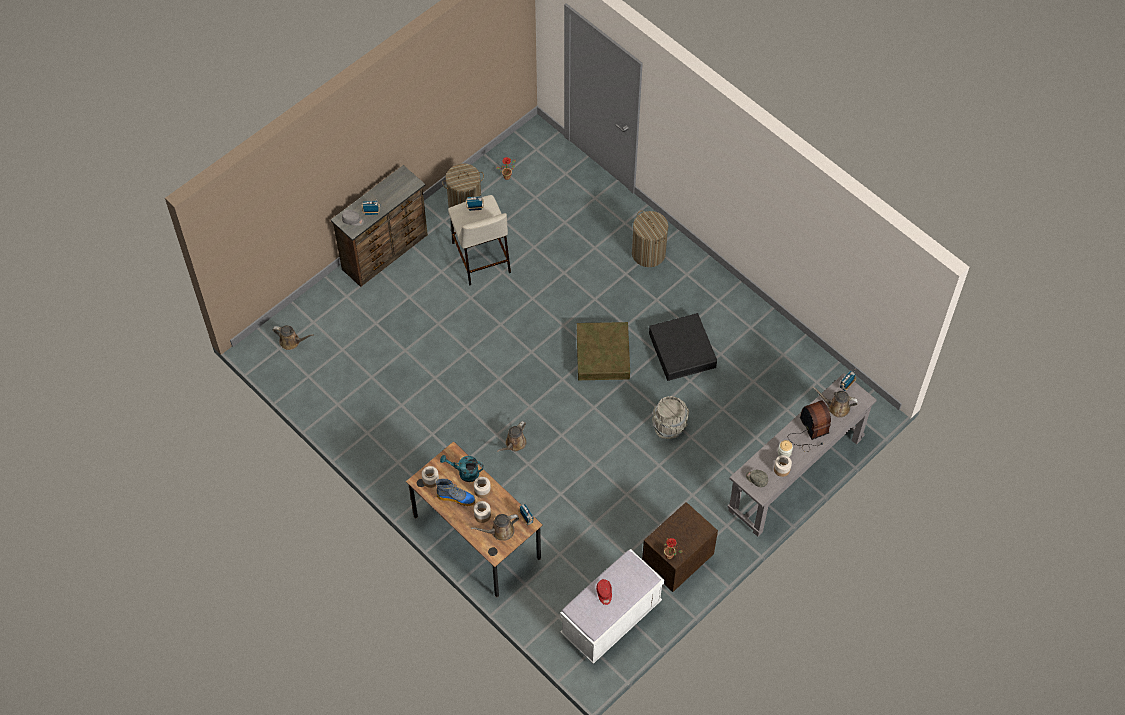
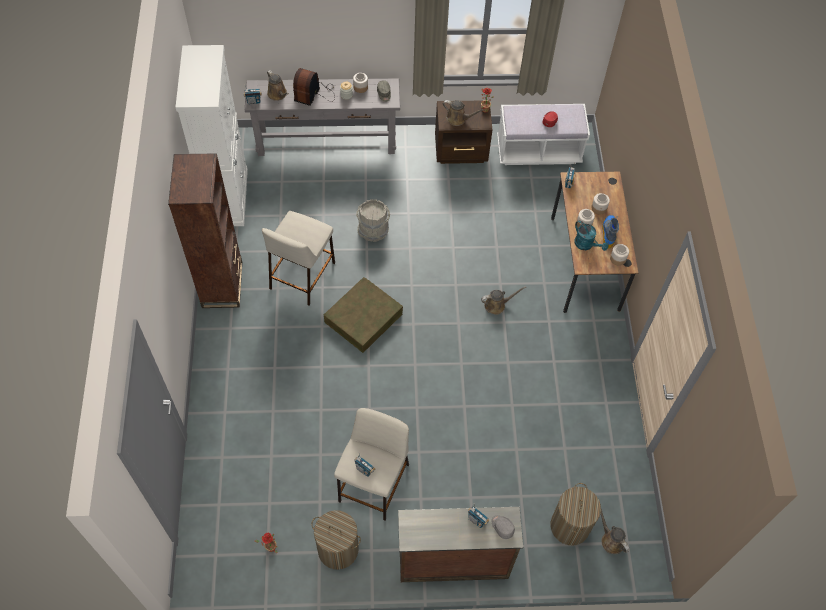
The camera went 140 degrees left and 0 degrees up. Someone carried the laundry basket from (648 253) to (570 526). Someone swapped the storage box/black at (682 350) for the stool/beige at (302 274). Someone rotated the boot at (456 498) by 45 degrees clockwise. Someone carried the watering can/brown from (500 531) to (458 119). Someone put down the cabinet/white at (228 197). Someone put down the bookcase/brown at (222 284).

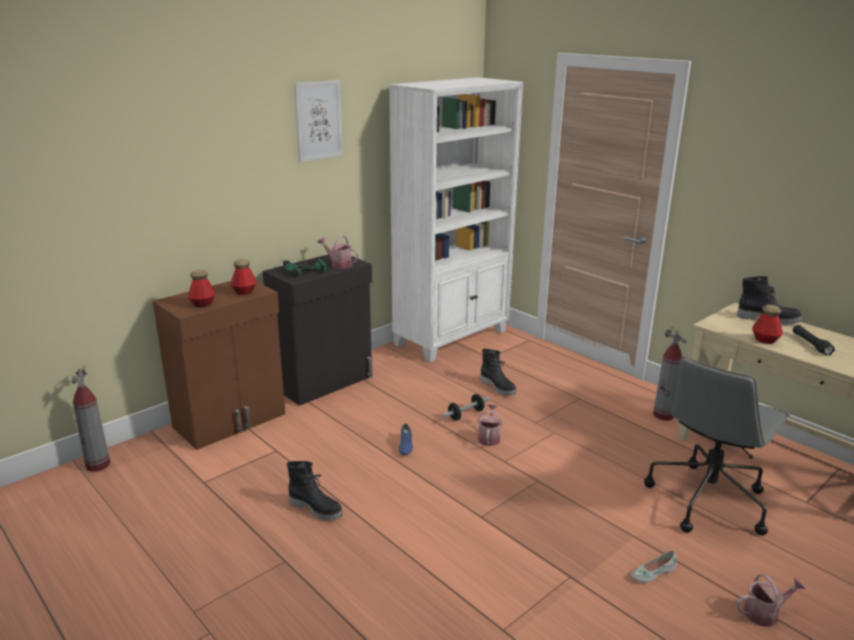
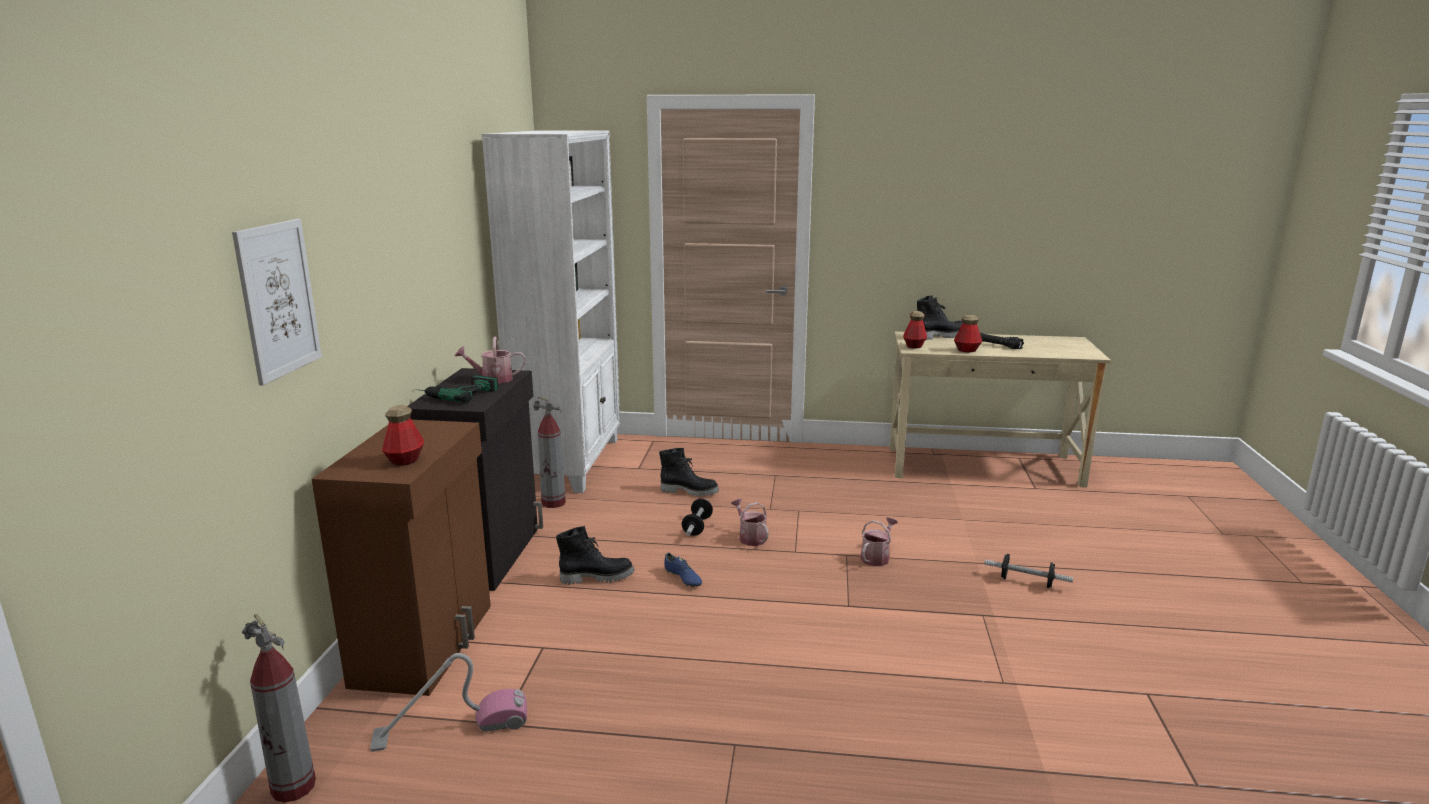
The camera went 40 degrees left and 5 degrees down. Someone carried the picture from (318 120) to (278 299). Someone carried the bottle from (244 292) to (914 346). Someone carried the fire extinguisher from (663 415) to (553 503). Someone took away the office chair/grey at (707 499). Someone carried the boot/black from (316 508) to (597 577). Someone swapped the shoe/white at (652 572) for the dumbbell at (1026 582). Someone carried the watering can from (765 613) to (877 557). Someone put down the vacuum cleaner at (451 728).

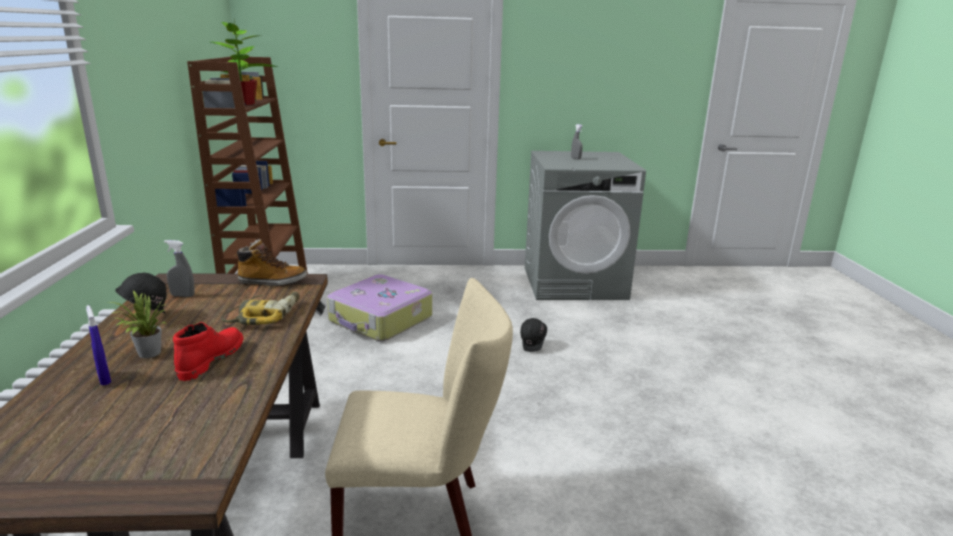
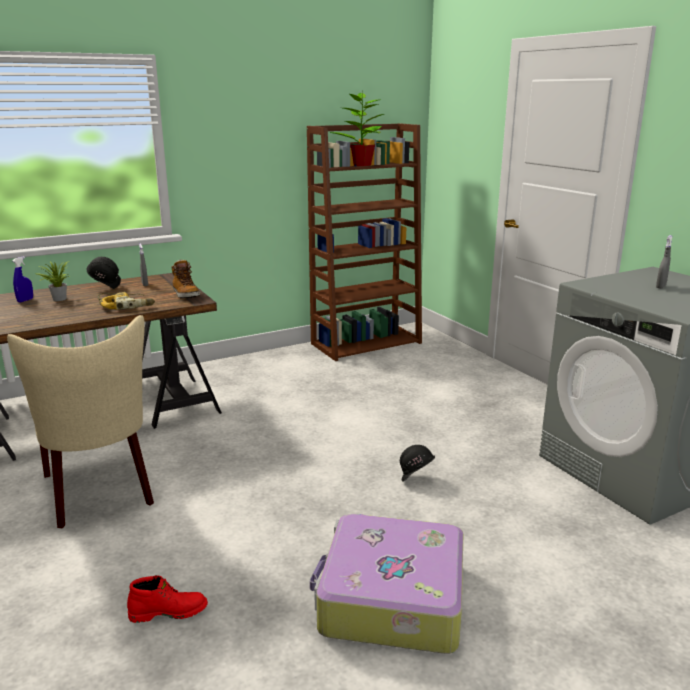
The camera went 65 degrees right and 0 degrees up. Someone carried the suitcase from (380 320) to (390 599). Someone carried the boot/red from (210 359) to (169 611).

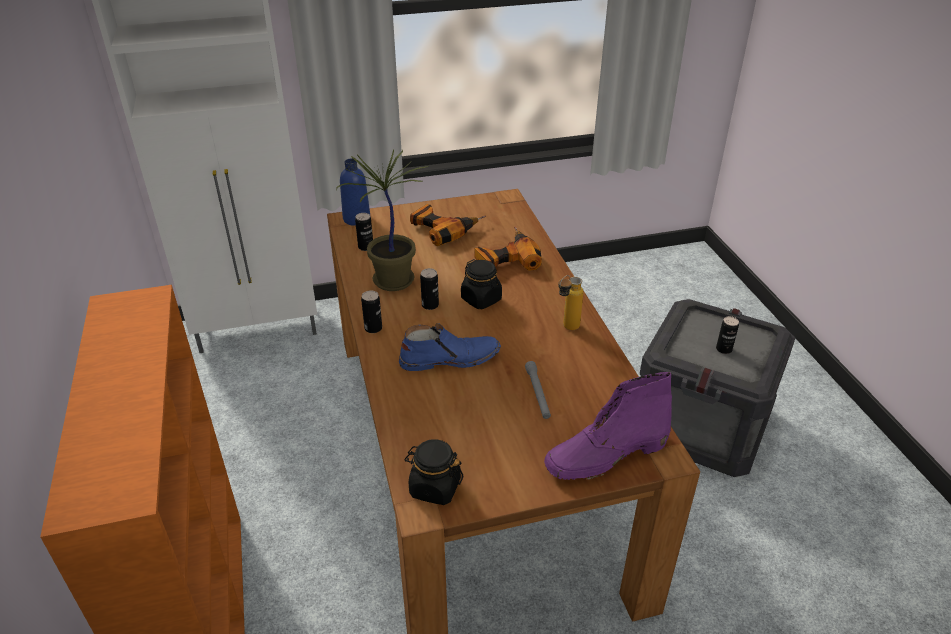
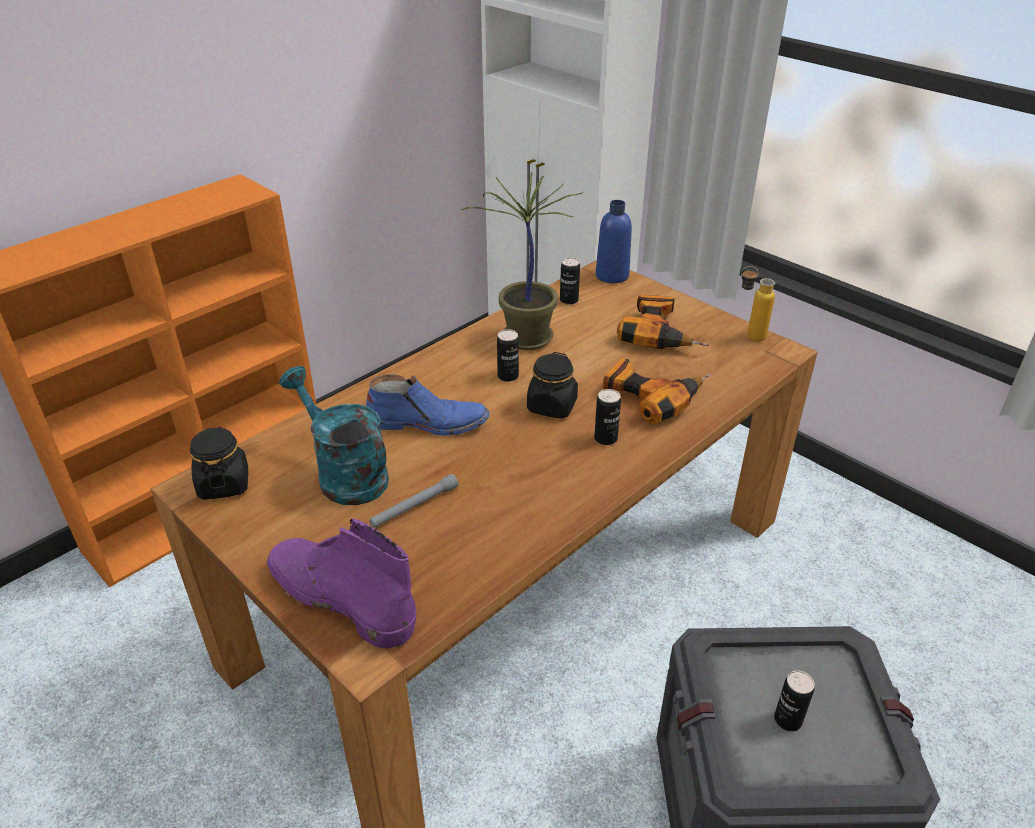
The camera went 60 degrees right and 0 degrees up. Someone carried the bottle from (566 329) to (748 336). Someone carried the can from (373 328) to (605 438). Someone rotated the boot/blue at (449 358) by 45 degrees counterclockwise. Someone put down the watering can/turquoise at (345 474).

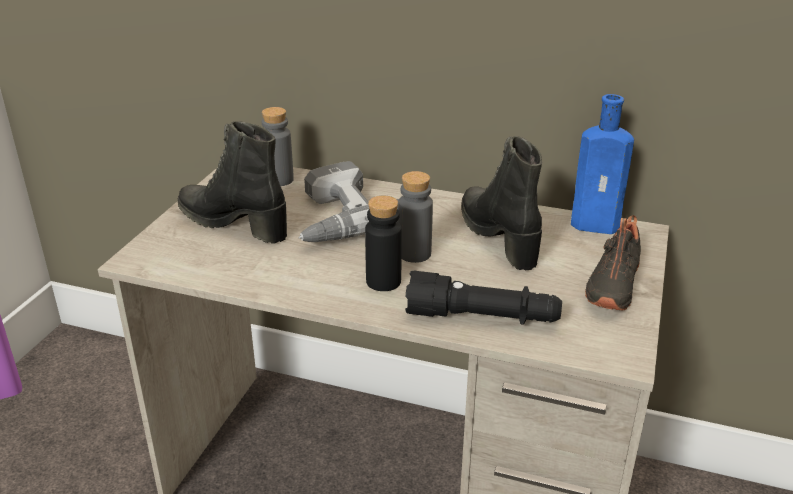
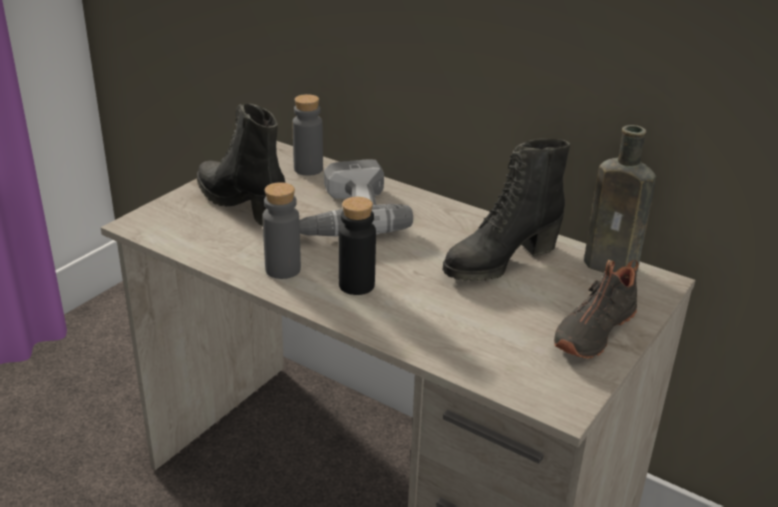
The camera went 15 degrees right and 0 degrees up. Someone repainted the bottle/blue at (598 225), which became the bottle/brown at (614 267). Someone rotated the boot/black at (499 237) by 120 degrees counterclockwise. Someone carried the bottle/grey from (414 254) to (283 269). Someone took away the flashlight/black at (482 318).

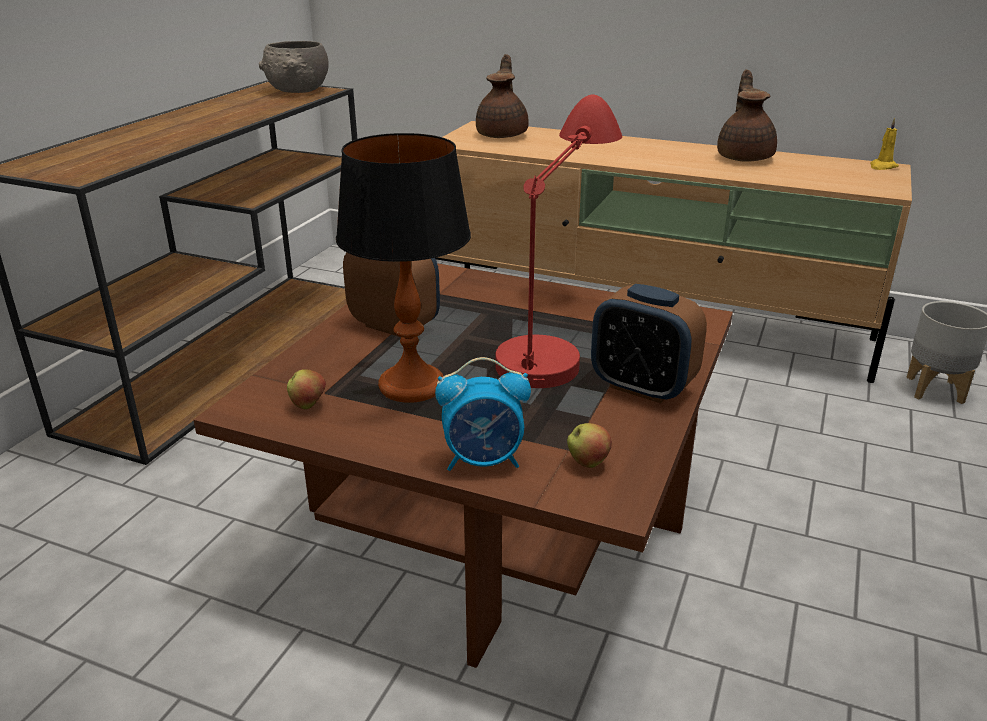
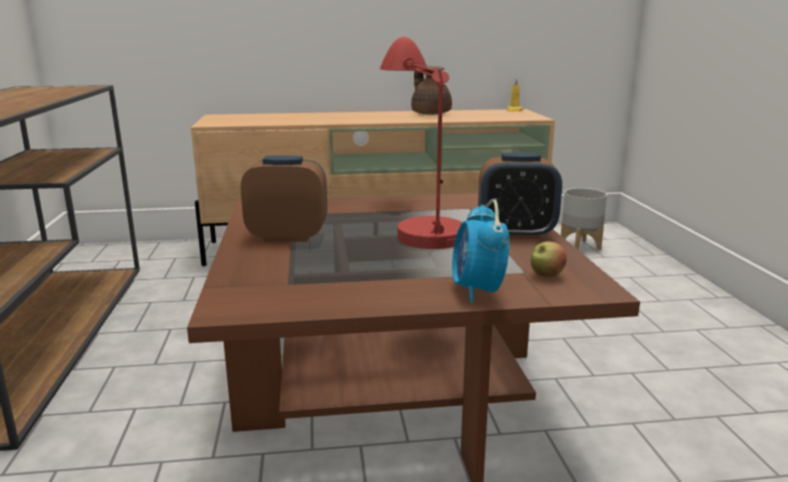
The camera went 30 degrees left and 10 degrees down. Someone took away the bowl/grey at (298 90). Someone took away the teapot/brown at (503 134). Someone took away the table lamp at (412 385). Someone rotated the alarm clock at (484 461) by 120 degrees clockwise. Someone took away the apple at (308 406).

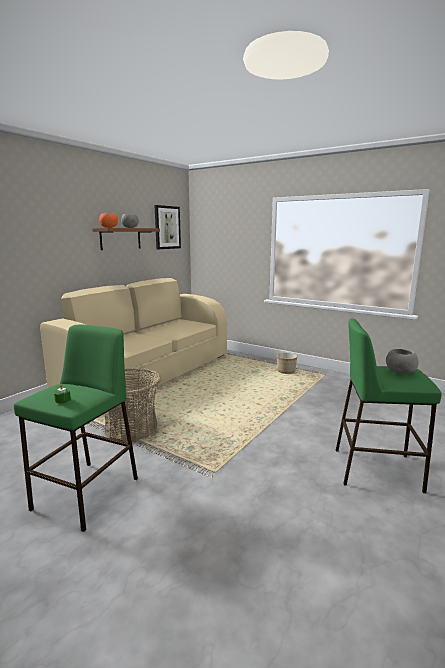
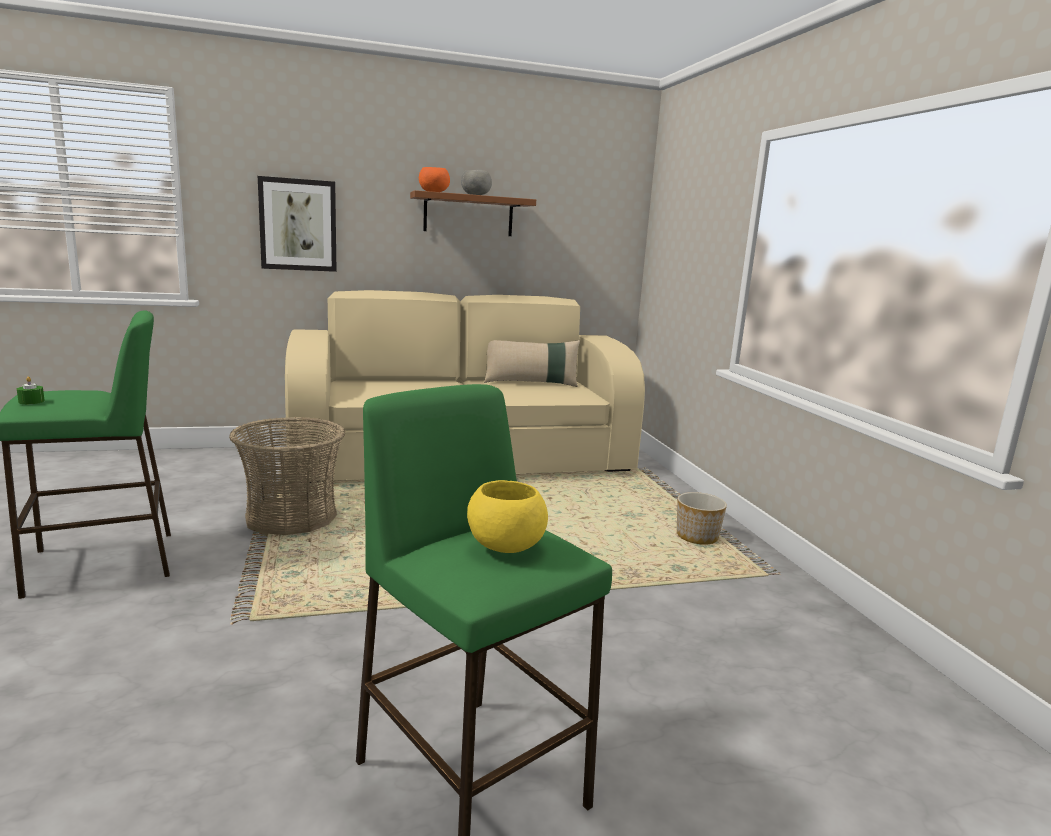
The camera went 40 degrees right and 0 degrees up. Someone carried the picture from (167 227) to (298 225). Someone repainted the bowl/grey at (400 372), which became the bowl/yellow at (504 547). Someone put down the pillow/beige at (531 383).

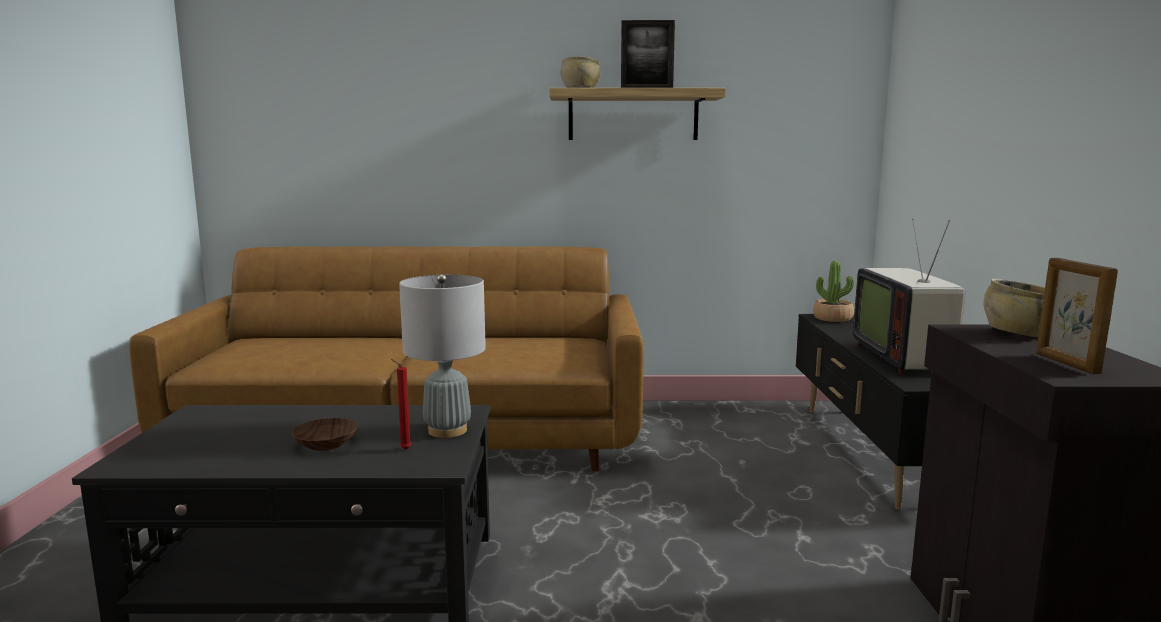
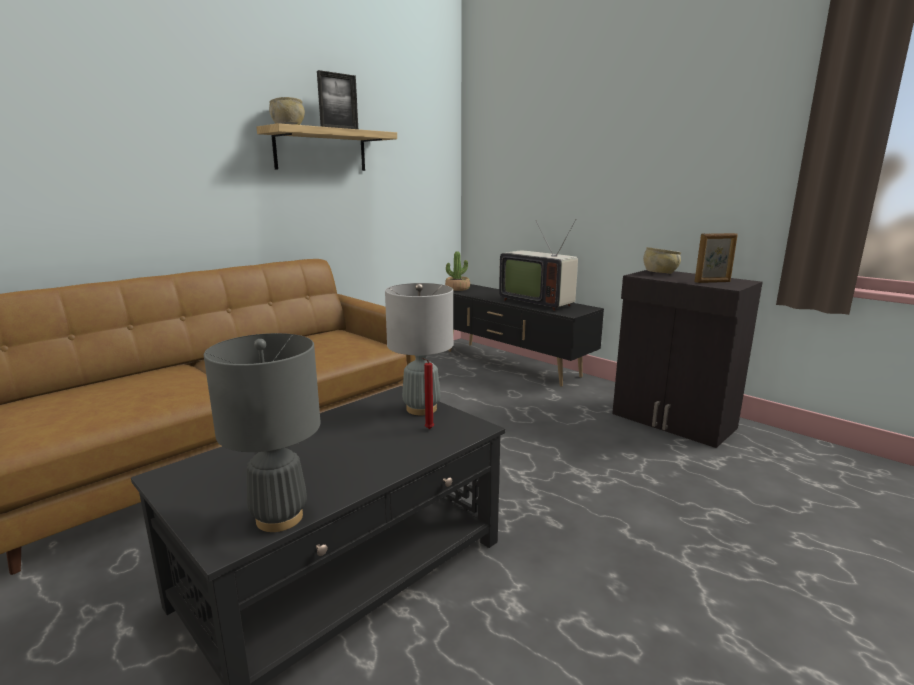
The camera went 45 degrees left and 5 degrees up. Someone rotated the picture frame at (1066 363) by 45 degrees counterclockwise. Someone took away the bowl/brown at (326 443). Someone put down the table lamp/grey at (279 518).

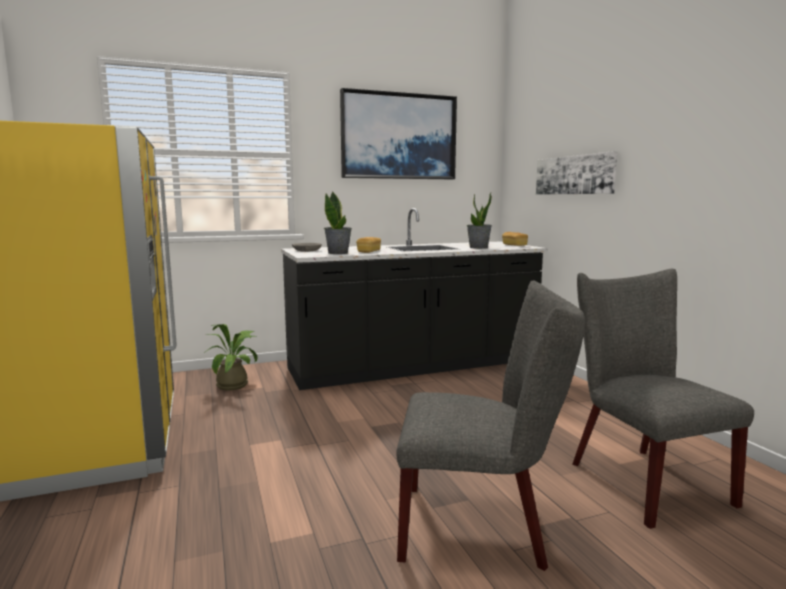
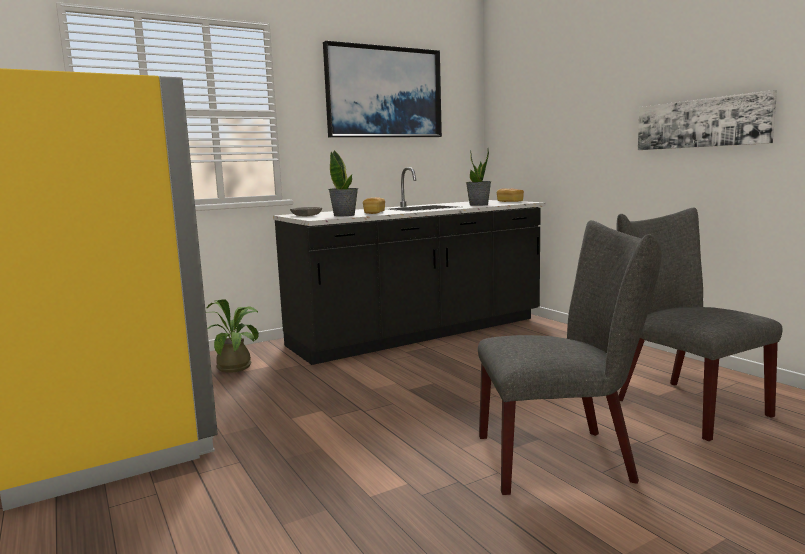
The camera went 10 degrees left and 0 degrees up. Someone carried the picture from (574 175) to (702 123).

